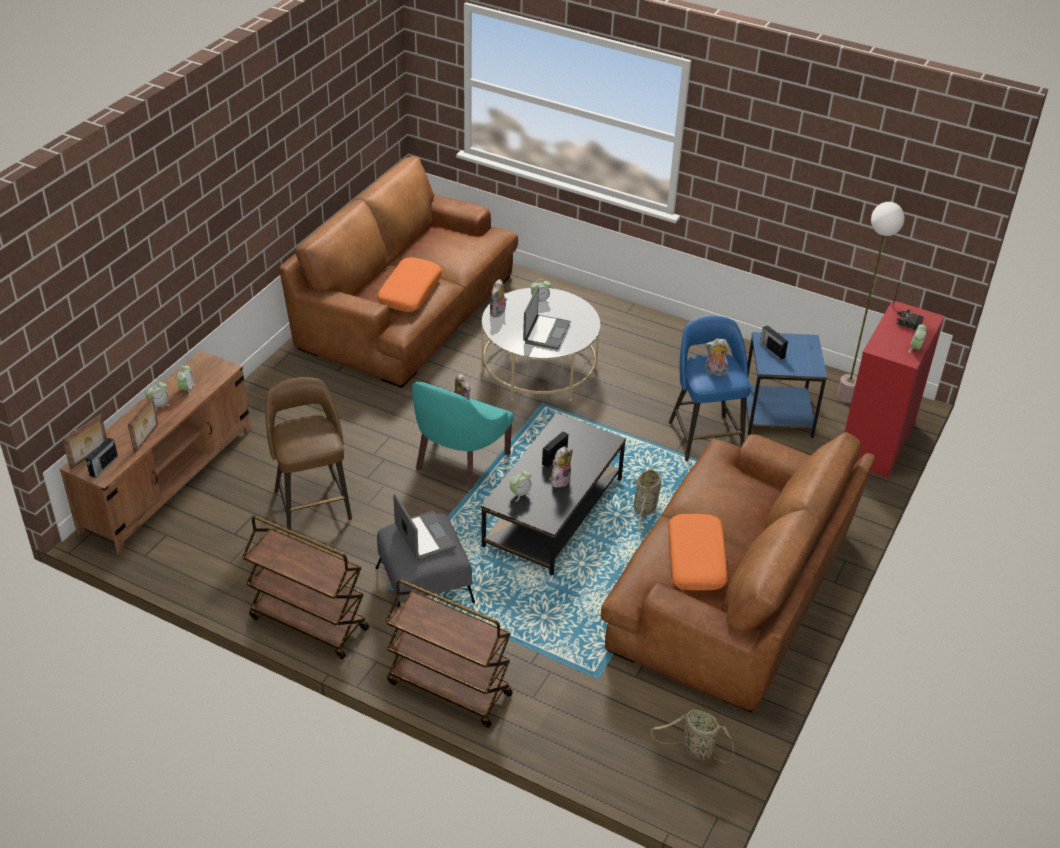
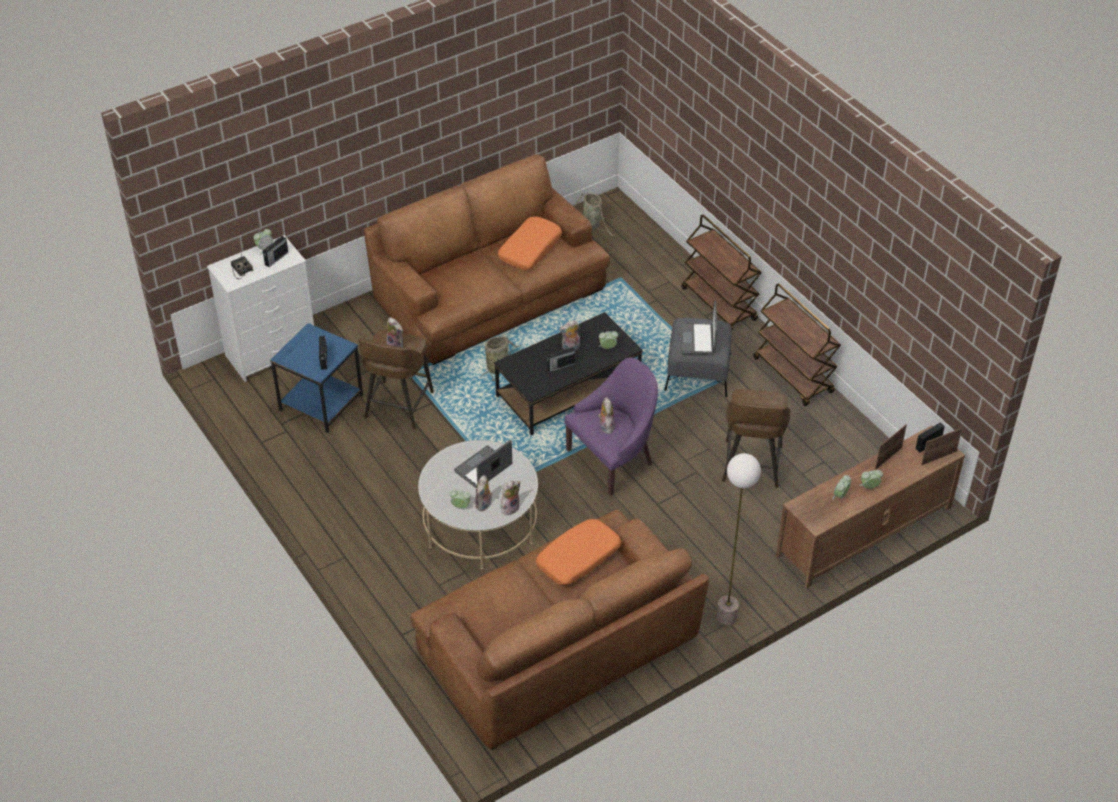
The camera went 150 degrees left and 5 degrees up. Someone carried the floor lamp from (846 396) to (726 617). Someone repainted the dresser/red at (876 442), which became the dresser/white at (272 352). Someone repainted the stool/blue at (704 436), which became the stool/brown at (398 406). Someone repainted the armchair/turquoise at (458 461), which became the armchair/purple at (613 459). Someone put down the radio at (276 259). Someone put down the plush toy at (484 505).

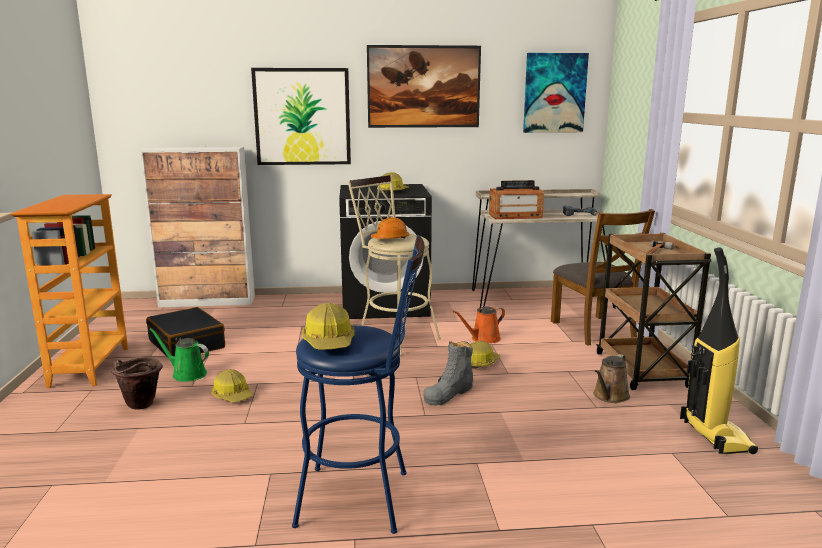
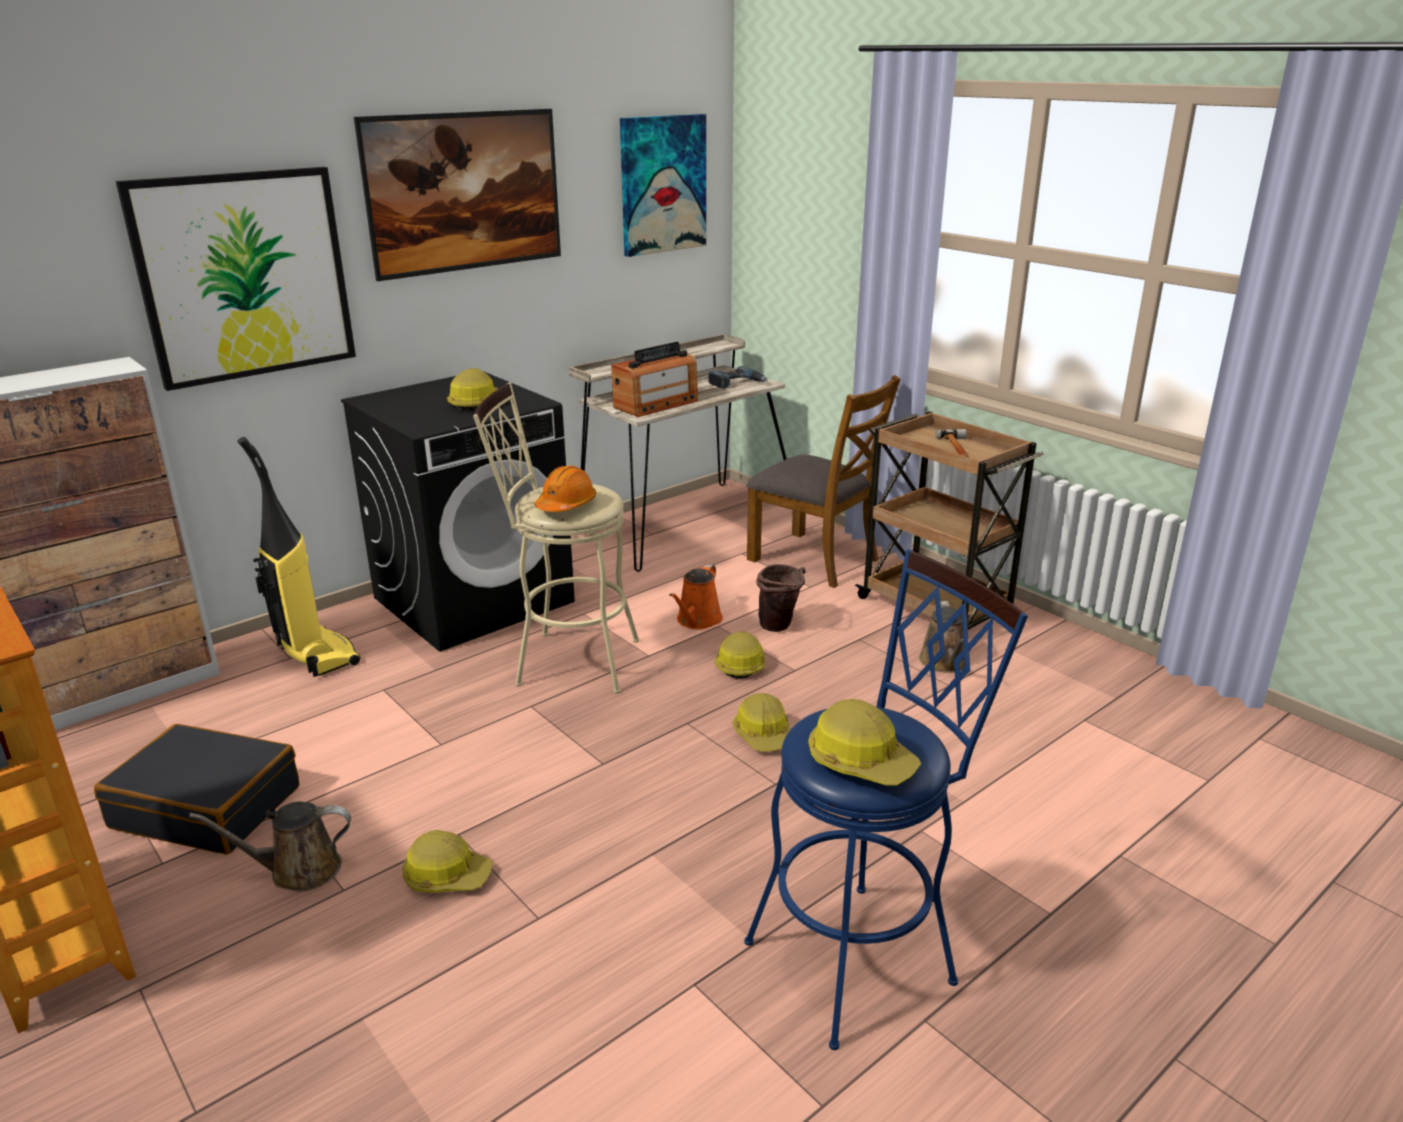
The camera went 35 degrees left and 10 degrees up. Someone carried the vacuum cleaner from (714 436) to (316 655). Someone repainted the watering can/green at (186 374), which became the watering can/brown at (298 870). Someone swapped the boot/grey at (449 393) for the hard hat at (763 734). Someone carried the bucket/brown from (140 407) to (780 627).

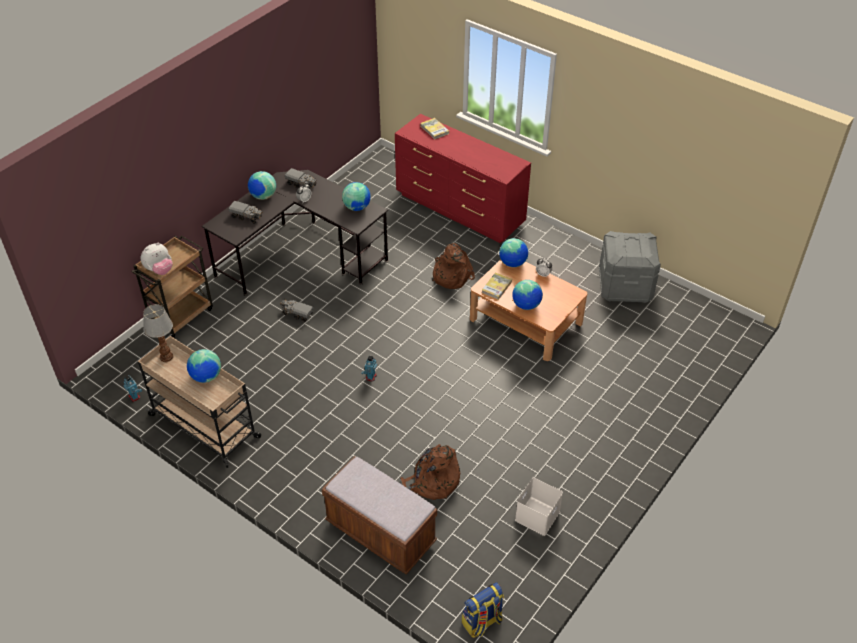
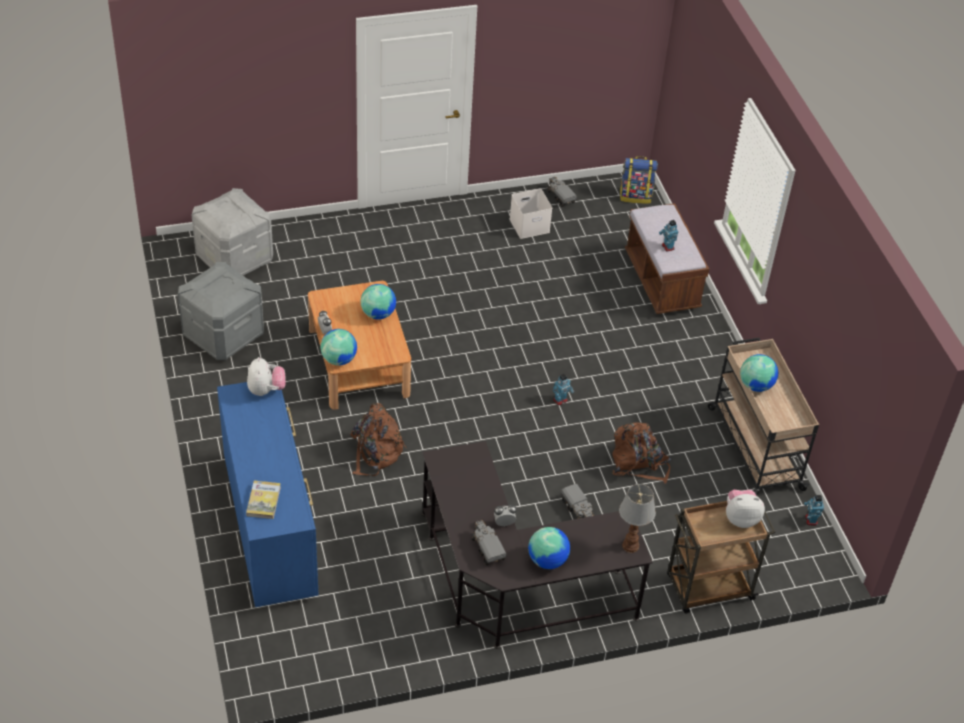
The camera went 145 degrees left and 0 degrees up. Someone repainted the dresser/red at (460 210), which became the dresser/blue at (270 527). Someone took away the globe at (357 207). Someone carried the toy truck from (247 217) to (560 197). Someone took away the book at (496 287). Someone carried the table lamp from (166 357) to (631 546). Someone carried the backpack/brown from (432 482) to (638 463). Someone put down the storage box/grey at (235 259). Someone put down the toy robot at (667 247). Someone put down the plush toy at (266 390).

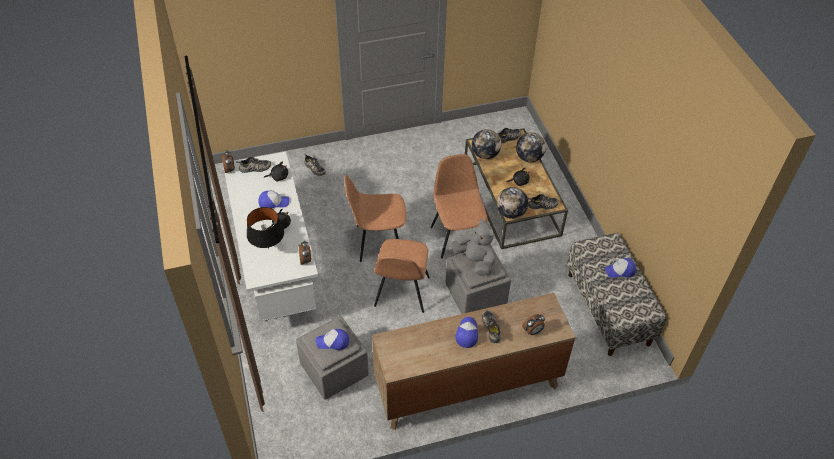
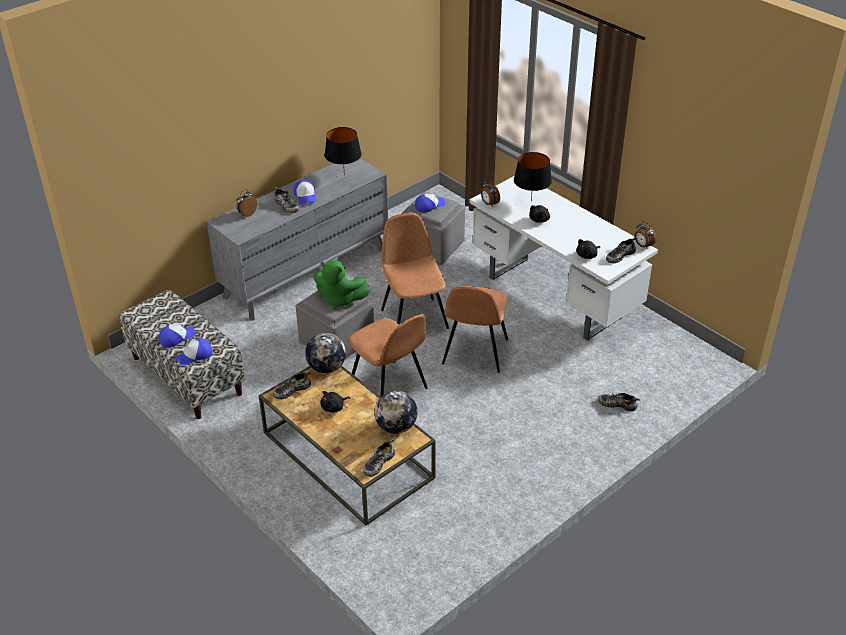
The camera went 155 degrees right and 10 degrees down. Someone took away the globe at (529 157). Someone rotated the chair/brown at (377 242) by 135 degrees clockwise. Someone carried the cap from (273 202) to (195 355). Someone repainted the plush toy/grey at (475 261), which became the plush toy/green at (339 299). Someone repainted the dresser/brown at (467 387), which became the dresser/grey at (306 272). Someone put down the table lamp/black at (344 175).

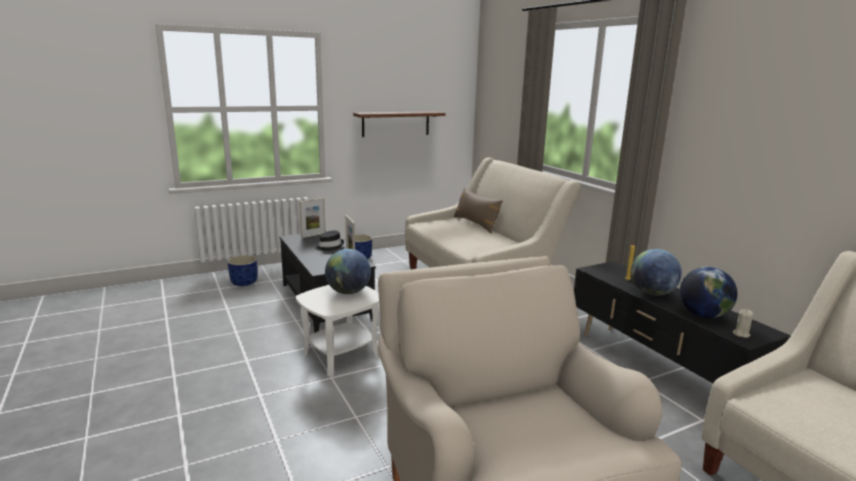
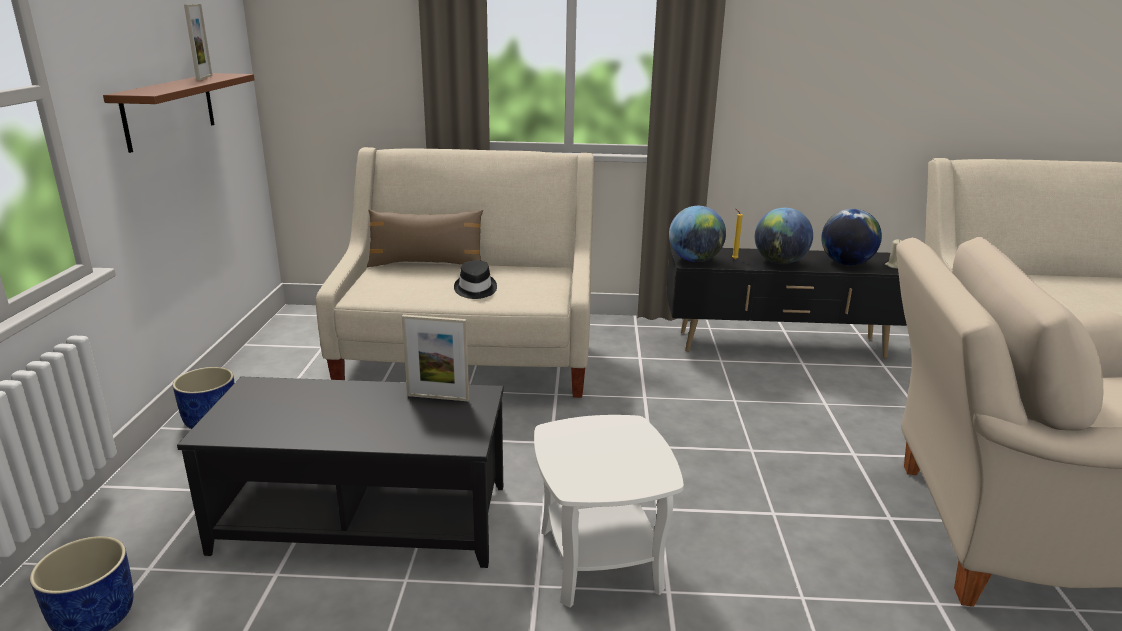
The camera went 60 degrees left and 5 degrees up. Someone carried the picture frame from (313 235) to (204 78). Someone carried the hat/black from (329 246) to (475 289). Someone carried the globe from (348 292) to (694 260).

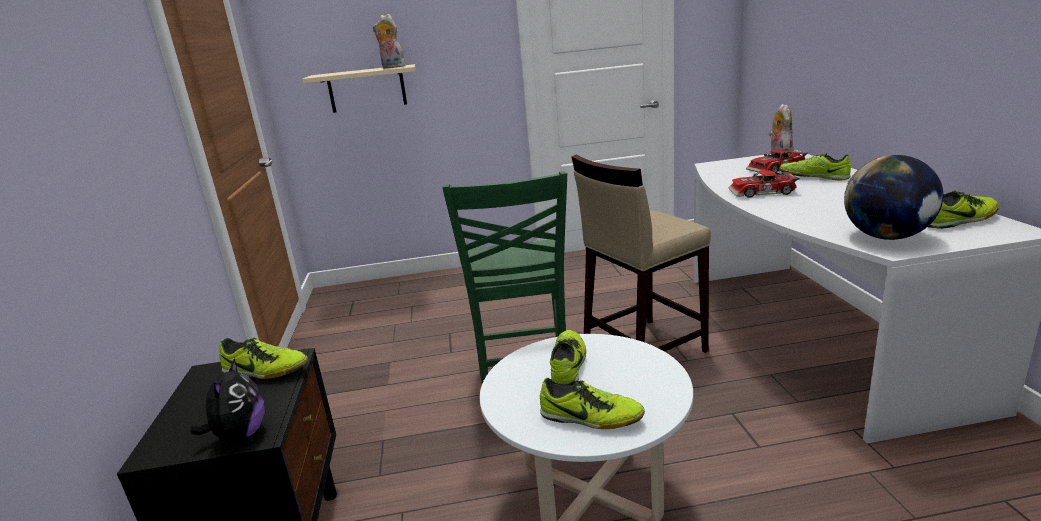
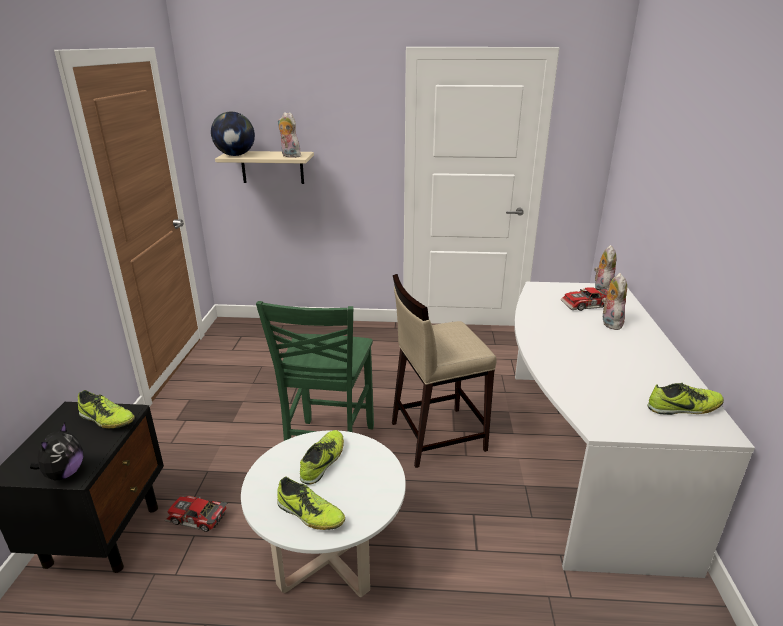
The camera went 10 degrees right and 5 degrees up. Someone swapped the shoe at (813 177) for the plush toy at (609 323). Someone carried the globe from (886 237) to (235 155). Someone carried the toy car from (762 192) to (196 519).

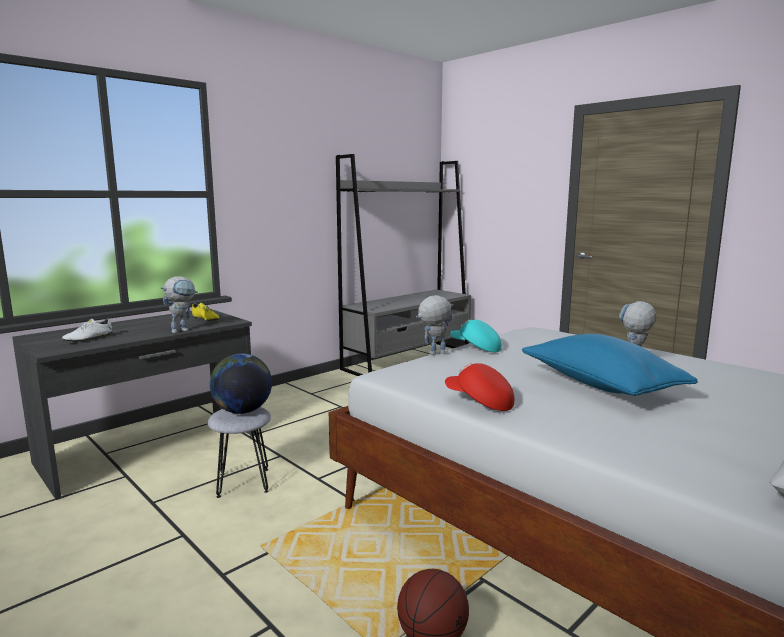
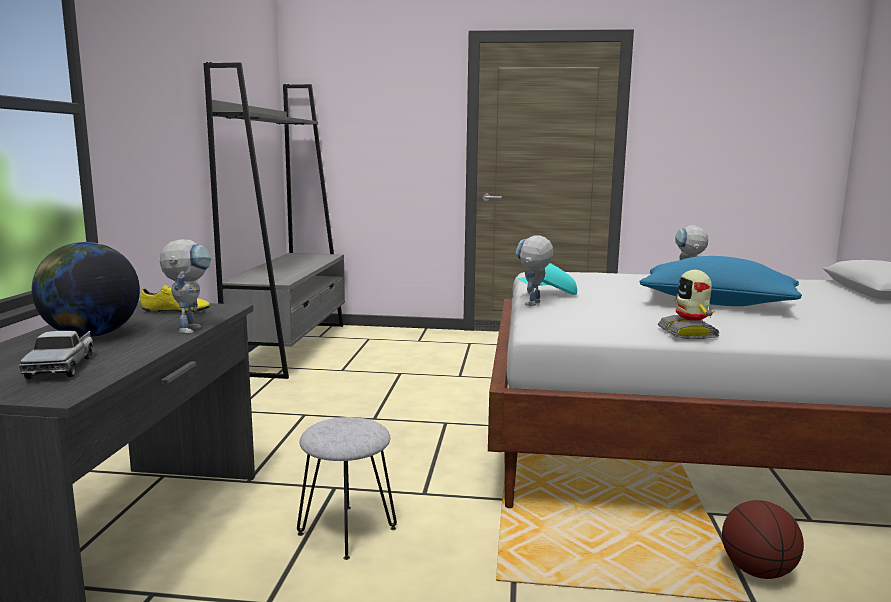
The camera went 40 degrees left and 0 degrees up. Someone swapped the shoe/white at (88 339) for the toy truck at (62 366). Someone carried the globe from (242 411) to (91 335). Someone swapped the cap/red at (479 402) for the toy robot at (689 333).

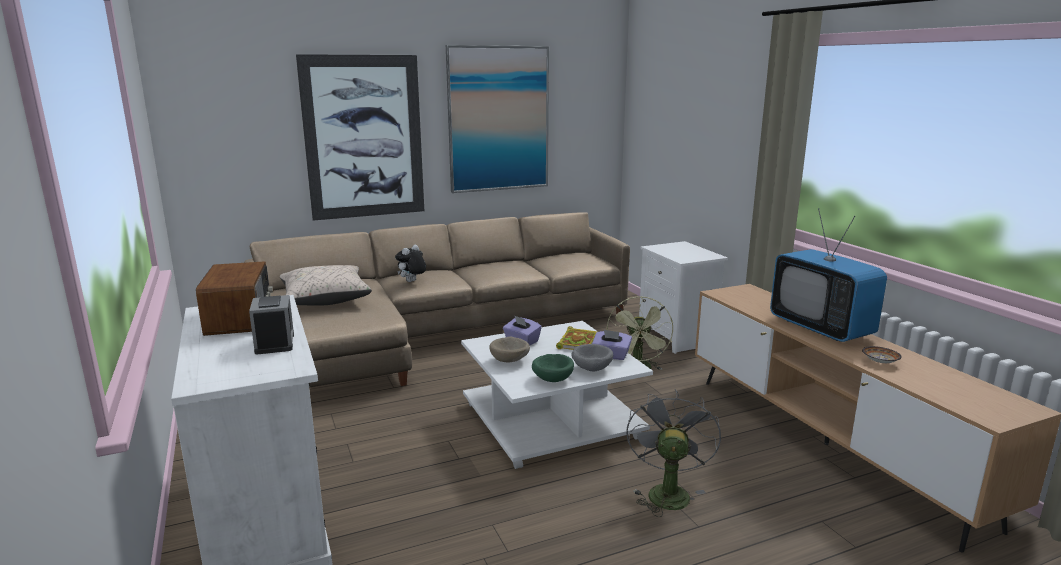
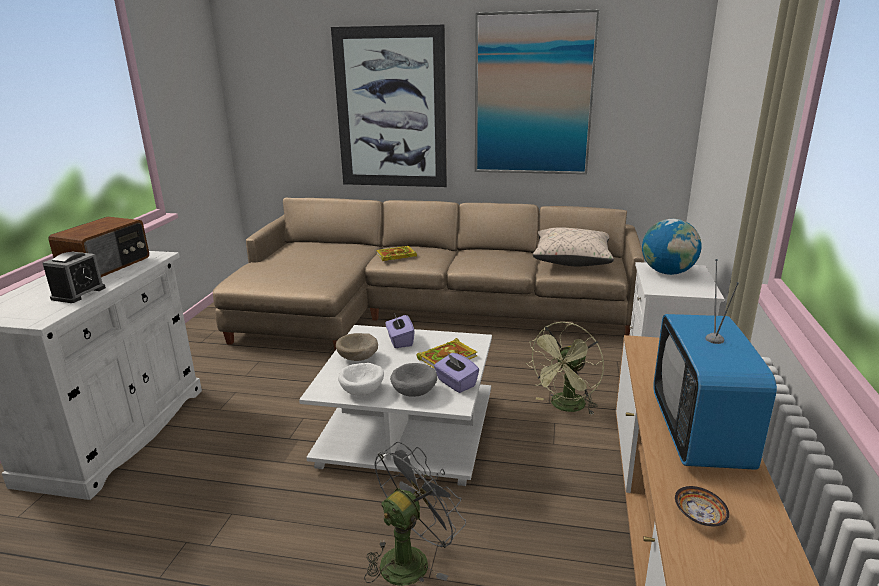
The camera went 35 degrees right and 5 degrees up. Someone swapped the plush toy at (412 281) for the book at (395 256). Someone carried the pillow/beige from (325 299) to (572 259). Someone repainted the bowl/green at (552 379), which became the bowl/white at (363 390). Someone put down the globe at (667 272).

